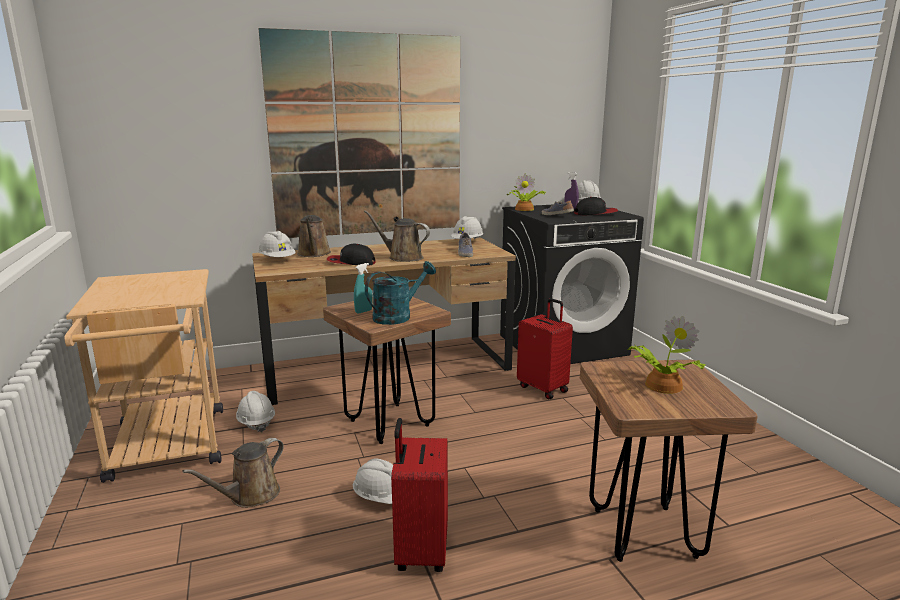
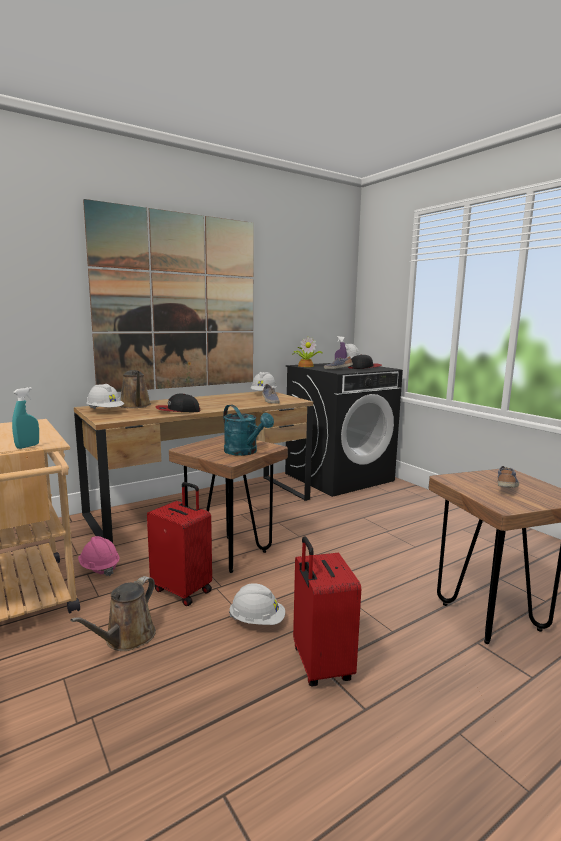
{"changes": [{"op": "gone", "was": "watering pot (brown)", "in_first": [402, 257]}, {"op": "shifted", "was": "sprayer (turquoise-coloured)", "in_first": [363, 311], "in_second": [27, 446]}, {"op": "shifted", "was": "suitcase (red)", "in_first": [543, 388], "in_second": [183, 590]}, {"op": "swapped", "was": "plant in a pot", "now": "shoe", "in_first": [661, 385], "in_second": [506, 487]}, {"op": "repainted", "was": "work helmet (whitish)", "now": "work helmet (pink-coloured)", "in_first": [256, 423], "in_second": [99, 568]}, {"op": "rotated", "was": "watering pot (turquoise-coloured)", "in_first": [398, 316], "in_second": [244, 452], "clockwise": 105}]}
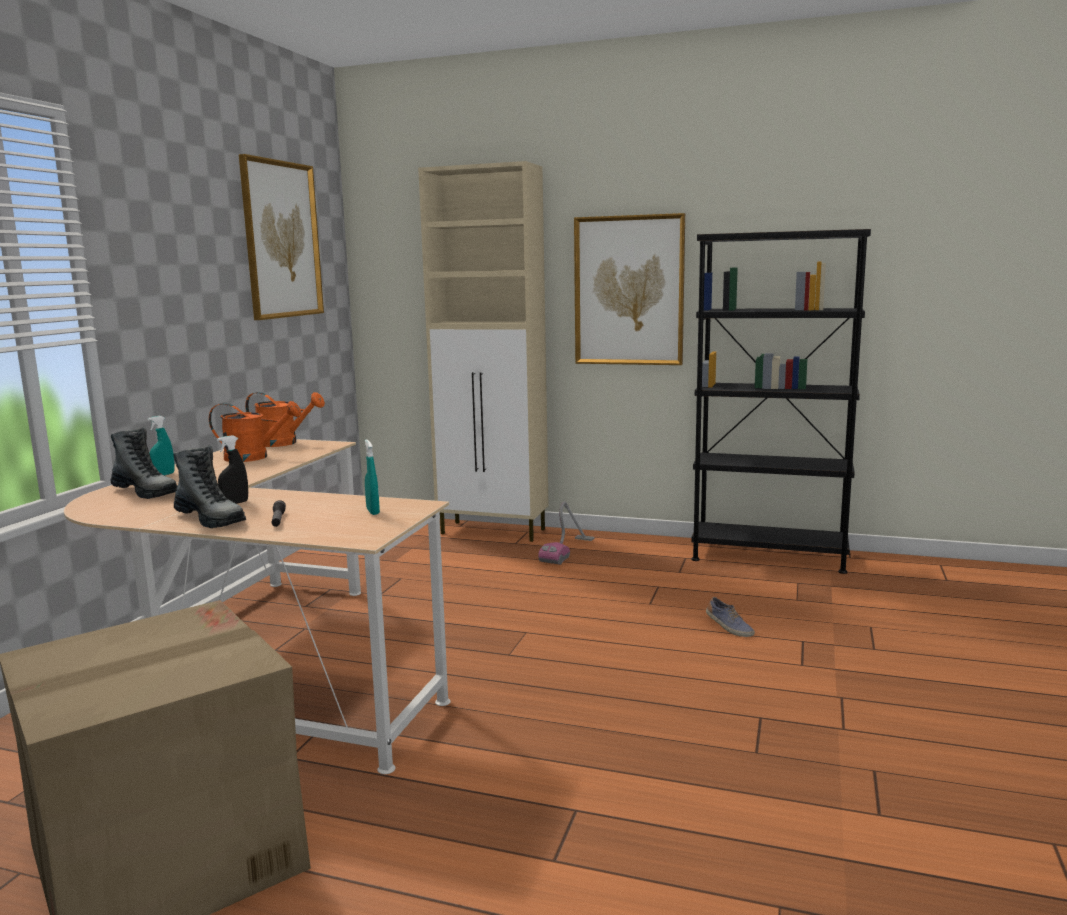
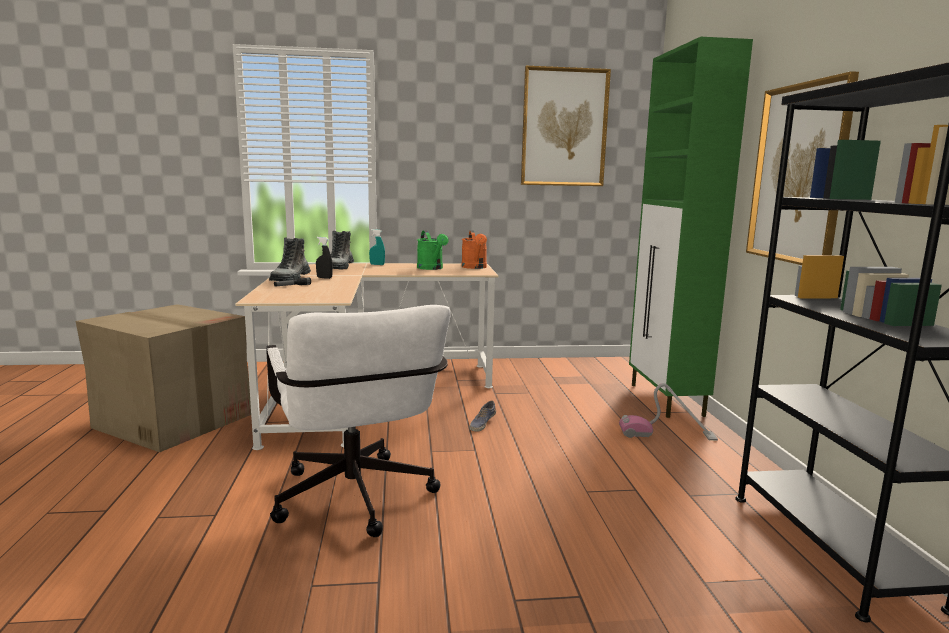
{"changes": [{"op": "gone", "was": "sprayer (turquoise-coloured)", "in_first": [373, 511]}, {"op": "new", "now": "office chair (whitish)", "in_second": [357, 503]}, {"op": "shifted", "was": "shoe", "in_first": [728, 628], "in_second": [482, 424]}, {"op": "repainted", "was": "watering pot (orange)", "now": "watering pot (green-coloured)", "in_first": [254, 457], "in_second": [432, 268]}, {"op": "repainted", "was": "storage cabinet (beige)", "now": "storage cabinet (green-coloured)", "in_first": [494, 531], "in_second": [666, 400]}]}
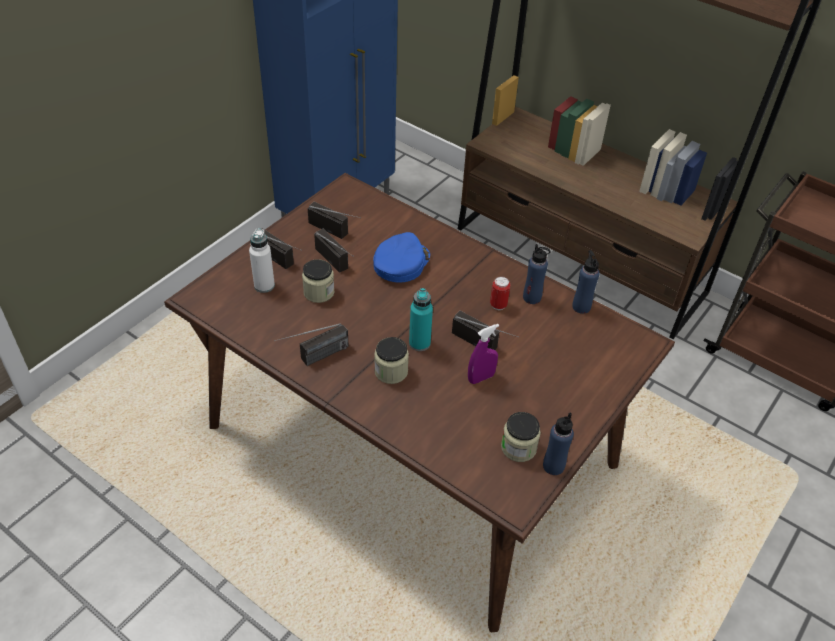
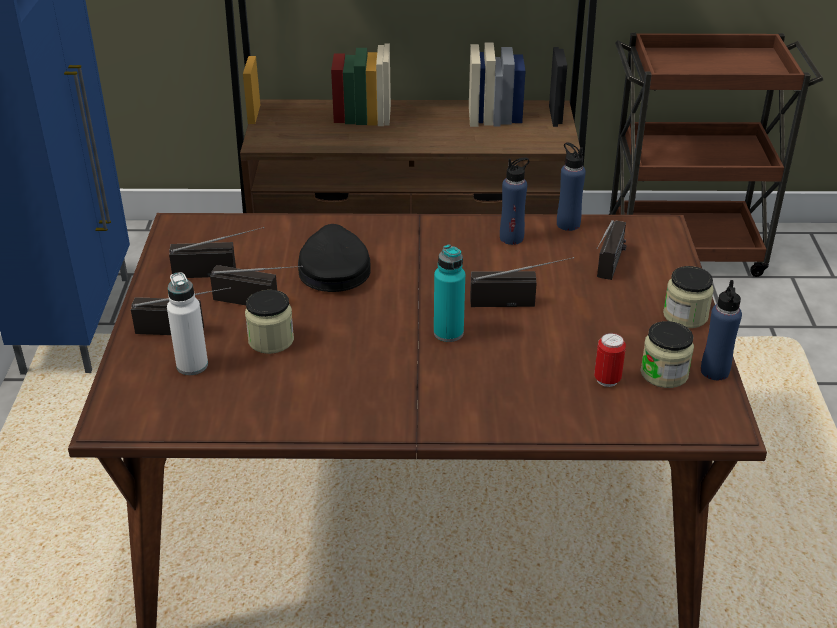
{"changes": [{"op": "gone", "was": "sprayer (purple-coloured)", "in_first": [481, 378]}, {"op": "shifted", "was": "radio", "in_first": [314, 359], "in_second": [608, 271]}, {"op": "shifted", "was": "preserve jar", "in_first": [391, 371], "in_second": [685, 316]}, {"op": "shifted", "was": "sealed can", "in_first": [498, 305], "in_second": [607, 380]}, {"op": "repainted", "was": "cap (blue)", "now": "cap (blackish)", "in_first": [401, 262], "in_second": [333, 269]}]}
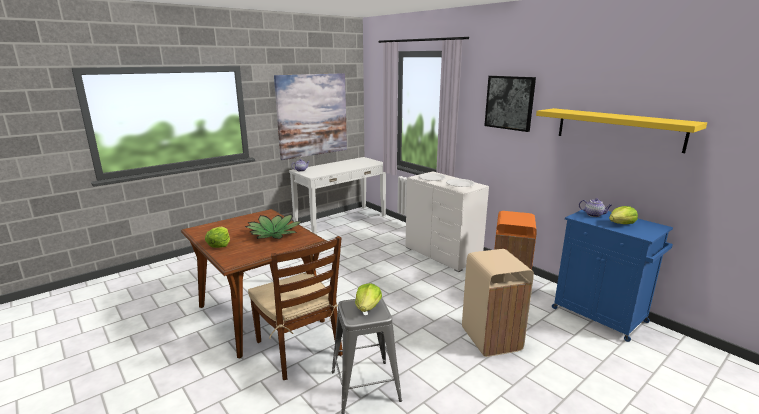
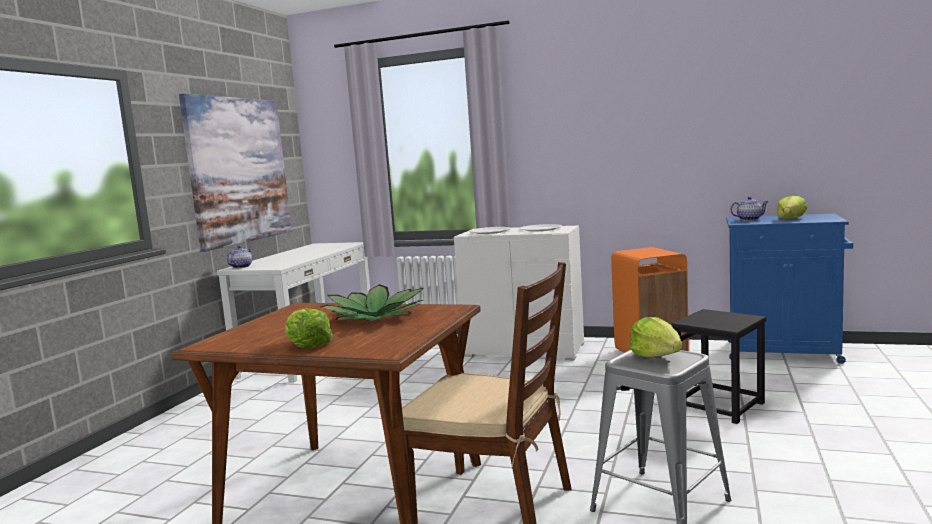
{"changes": [{"op": "gone", "was": "picture", "in_first": [509, 102]}, {"op": "gone", "was": "wall shelf (yellow)", "in_first": [618, 129]}, {"op": "swapped", "was": "waste bin (beige)", "now": "stool seat (blackish)", "in_first": [491, 339], "in_second": [720, 406]}]}
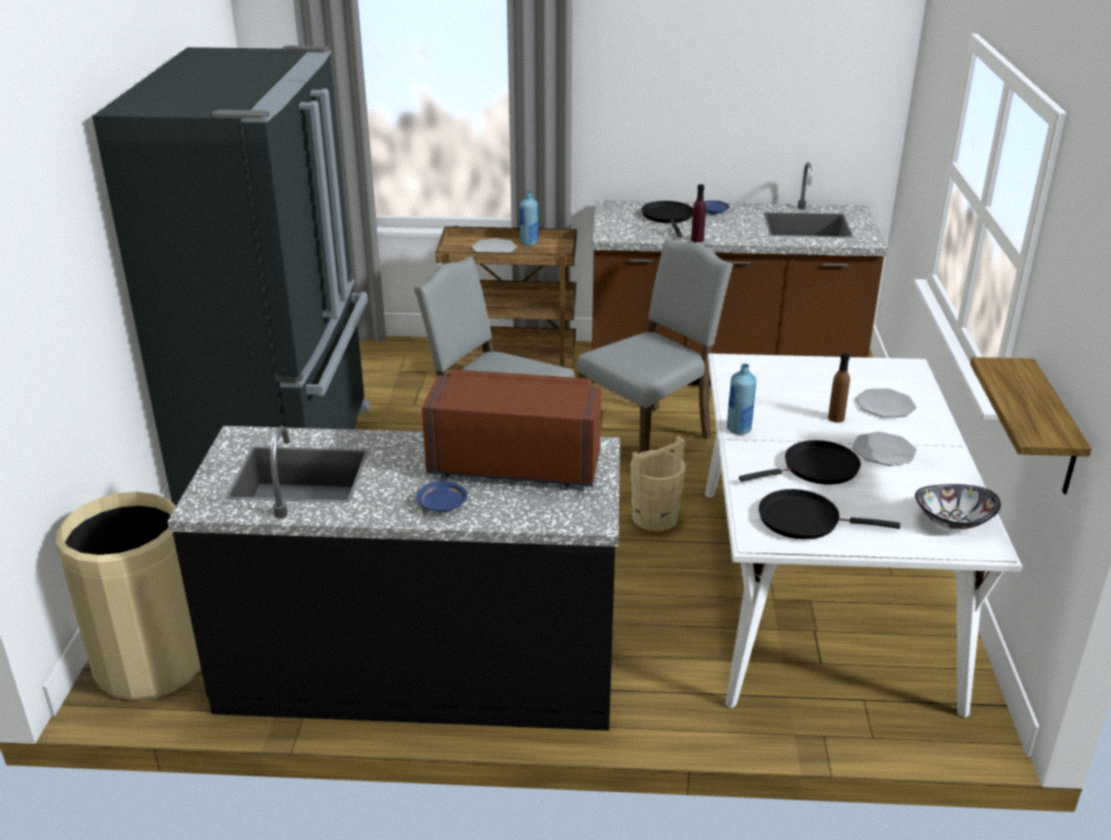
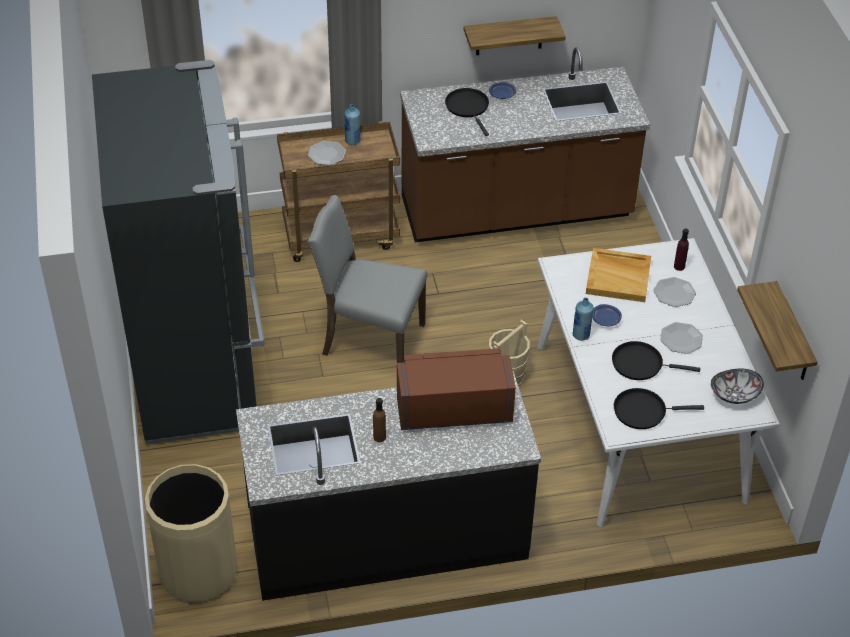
{"changes": [{"op": "gone", "was": "plain chair (gray)", "in_first": [649, 438]}, {"op": "new", "now": "wall shelf", "in_second": [509, 36]}, {"op": "new", "now": "tray (beige)", "in_second": [619, 277]}, {"op": "shifted", "was": "plate (blue)", "in_first": [442, 504], "in_second": [606, 319]}, {"op": "shifted", "was": "beverage bottle (purple-coloured)", "in_first": [697, 240], "in_second": [679, 266]}, {"op": "shifted", "was": "beverage bottle (brown)", "in_first": [836, 418], "in_second": [379, 437]}, {"op": "rotated", "was": "skillet (blackish)", "in_first": [816, 468], "in_second": [640, 364], "clockwise": -135}]}
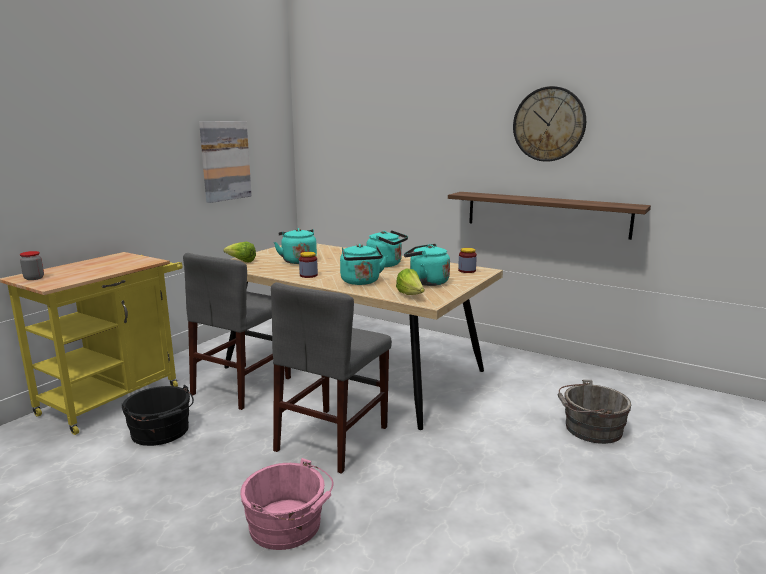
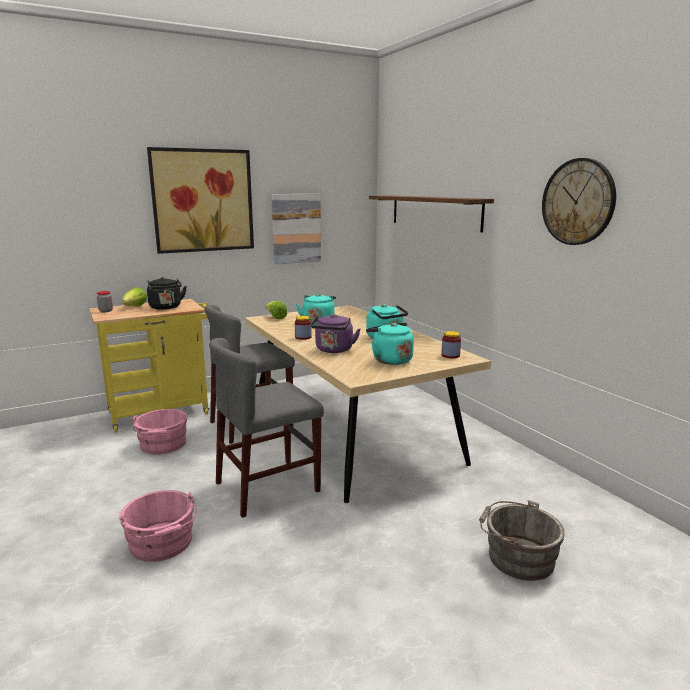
{"changes": [{"op": "new", "now": "picture", "in_second": [203, 200]}, {"op": "new", "now": "water kettle (blackish)", "in_second": [166, 308]}, {"op": "shifted", "was": "head of lettuce", "in_first": [411, 295], "in_second": [134, 307]}, {"op": "shifted", "was": "wall shelf", "in_first": [546, 214], "in_second": [434, 212]}, {"op": "repainted", "was": "water bucket (blackish)", "now": "water bucket (pink-coloured)", "in_first": [161, 432], "in_second": [163, 445]}, {"op": "repainted", "was": "water kettle (turquoise-coloured)", "now": "water kettle (purple-coloured)", "in_first": [361, 282], "in_second": [333, 350]}]}
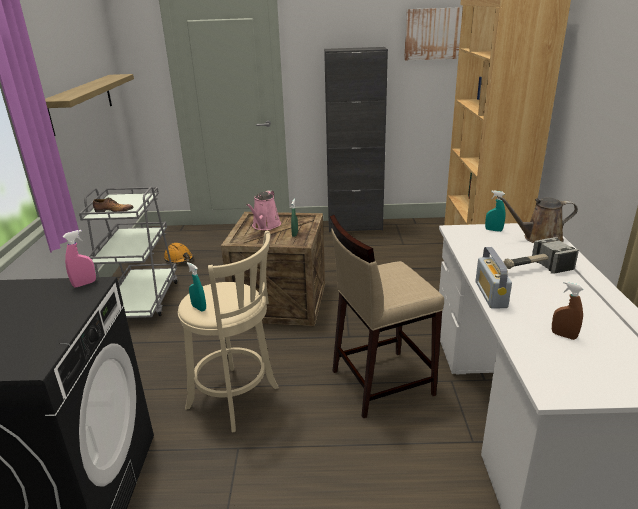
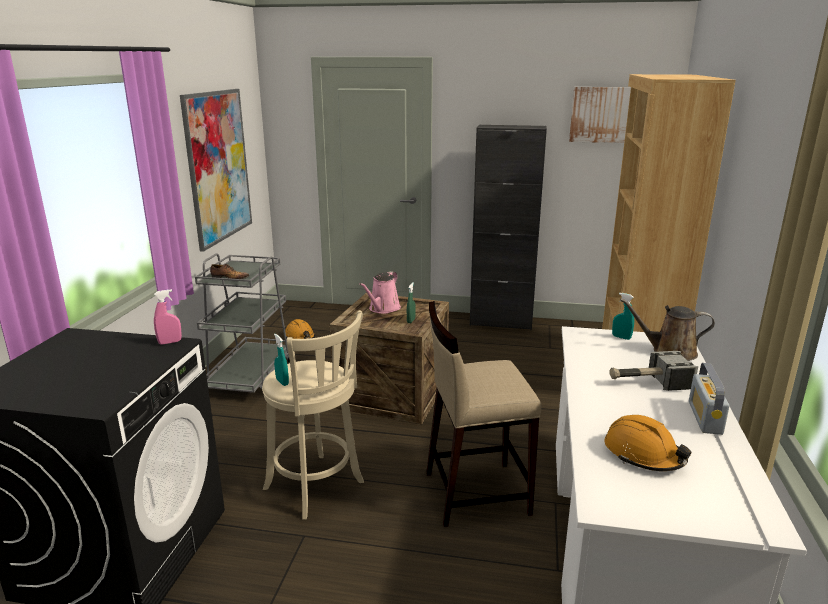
{"changes": [{"op": "shifted", "was": "radio", "in_first": [491, 294], "in_second": [705, 418]}, {"op": "swapped", "was": "wall shelf", "now": "picture", "in_first": [81, 102], "in_second": [218, 166]}, {"op": "swapped", "was": "sprayer (brown)", "now": "work helmet (orange)", "in_first": [563, 335], "in_second": [643, 455]}]}
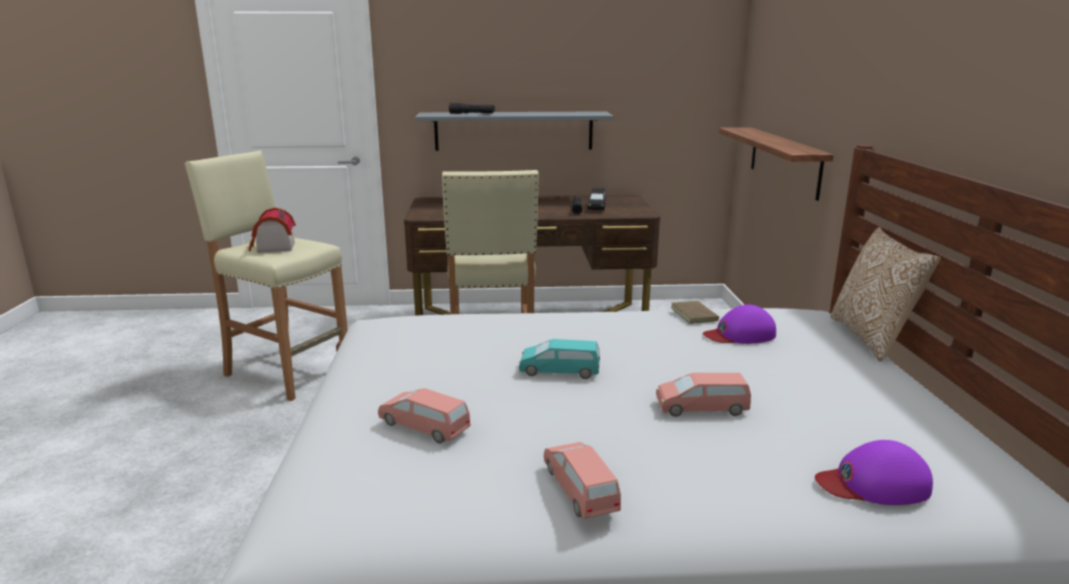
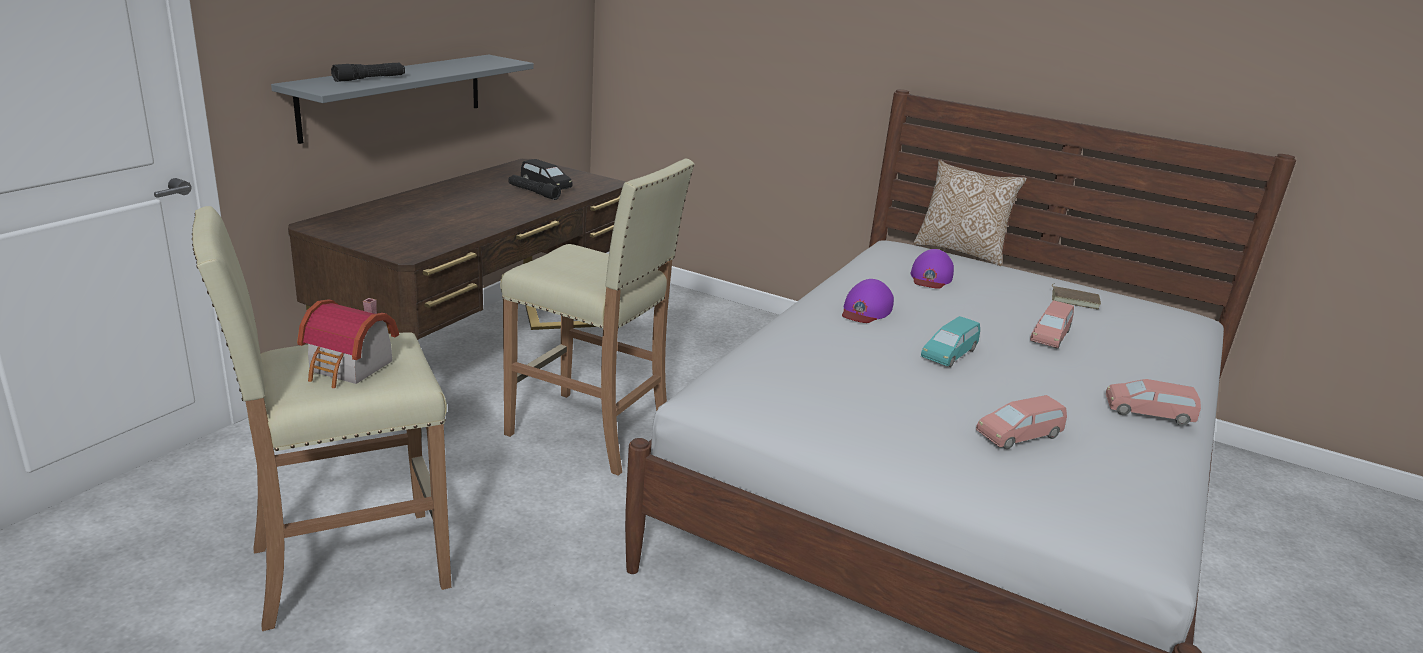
{"changes": [{"op": "gone", "was": "wall shelf", "in_first": [784, 161]}, {"op": "shifted", "was": "volume (brown)", "in_first": [695, 315], "in_second": [1075, 300]}, {"op": "shifted", "was": "cap (purple-coloured)", "in_first": [873, 484], "in_second": [865, 310]}]}
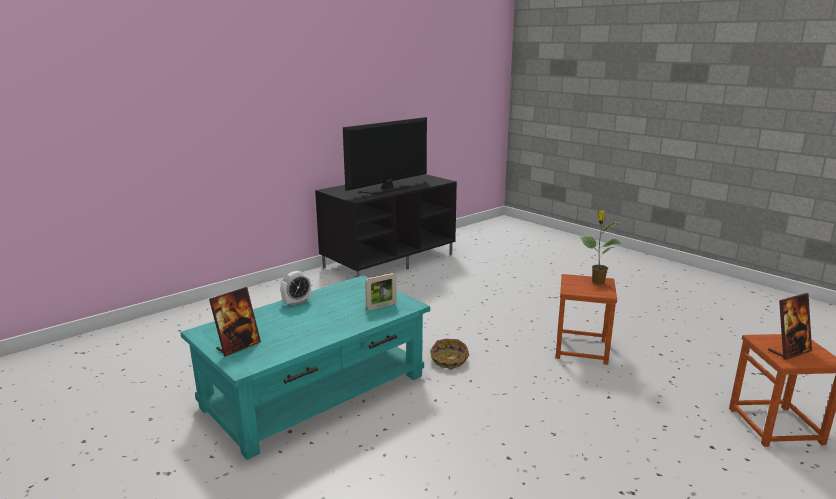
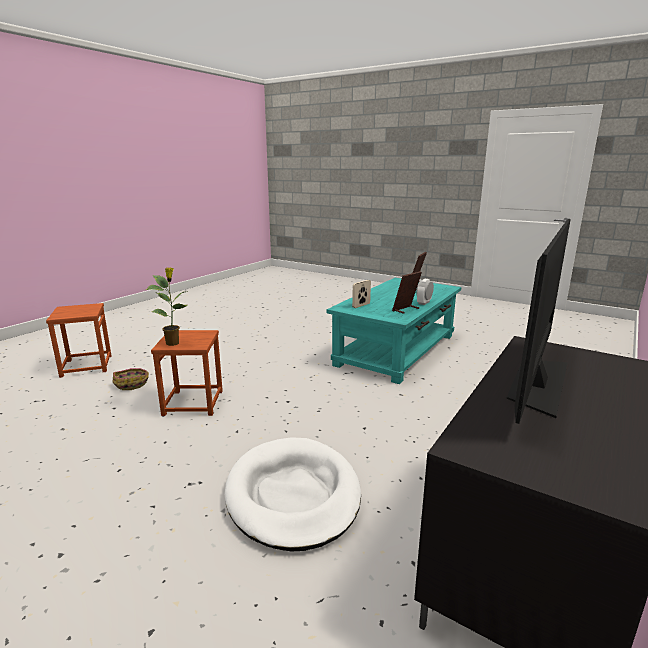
{"changes": [{"op": "new", "now": "pet bed (whitish)", "in_second": [293, 495]}, {"op": "shifted", "was": "basket", "in_first": [449, 361], "in_second": [132, 383]}, {"op": "shifted", "was": "photo frame", "in_first": [789, 351], "in_second": [406, 309]}]}
